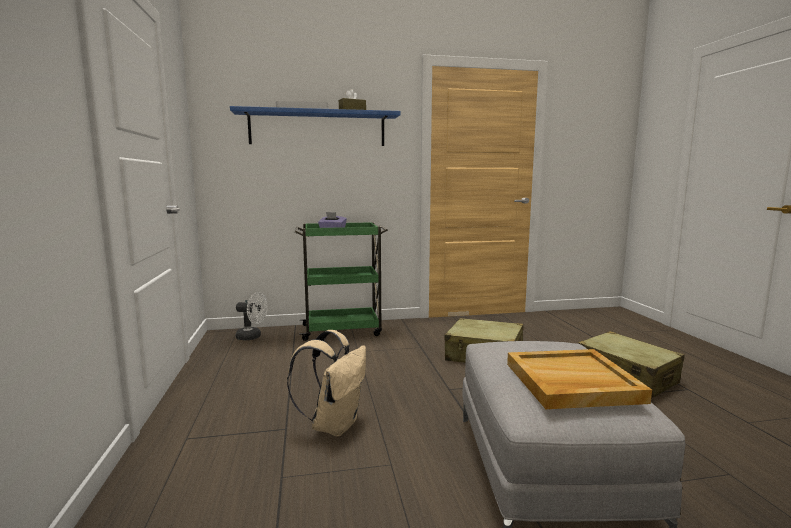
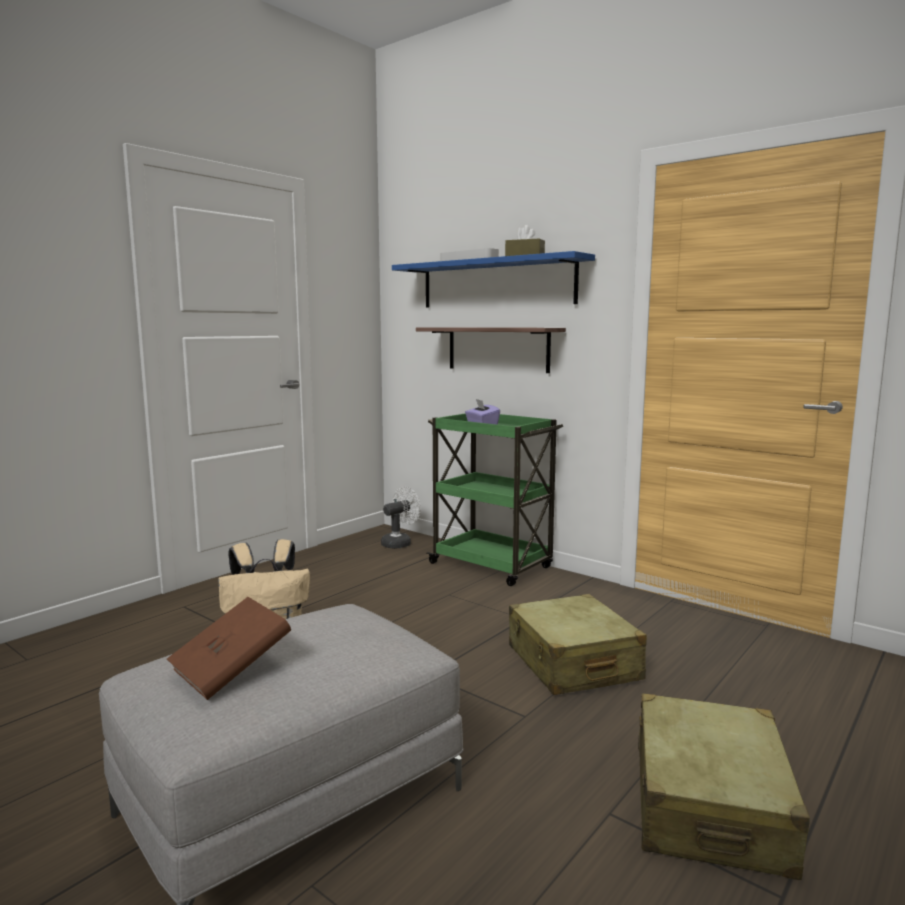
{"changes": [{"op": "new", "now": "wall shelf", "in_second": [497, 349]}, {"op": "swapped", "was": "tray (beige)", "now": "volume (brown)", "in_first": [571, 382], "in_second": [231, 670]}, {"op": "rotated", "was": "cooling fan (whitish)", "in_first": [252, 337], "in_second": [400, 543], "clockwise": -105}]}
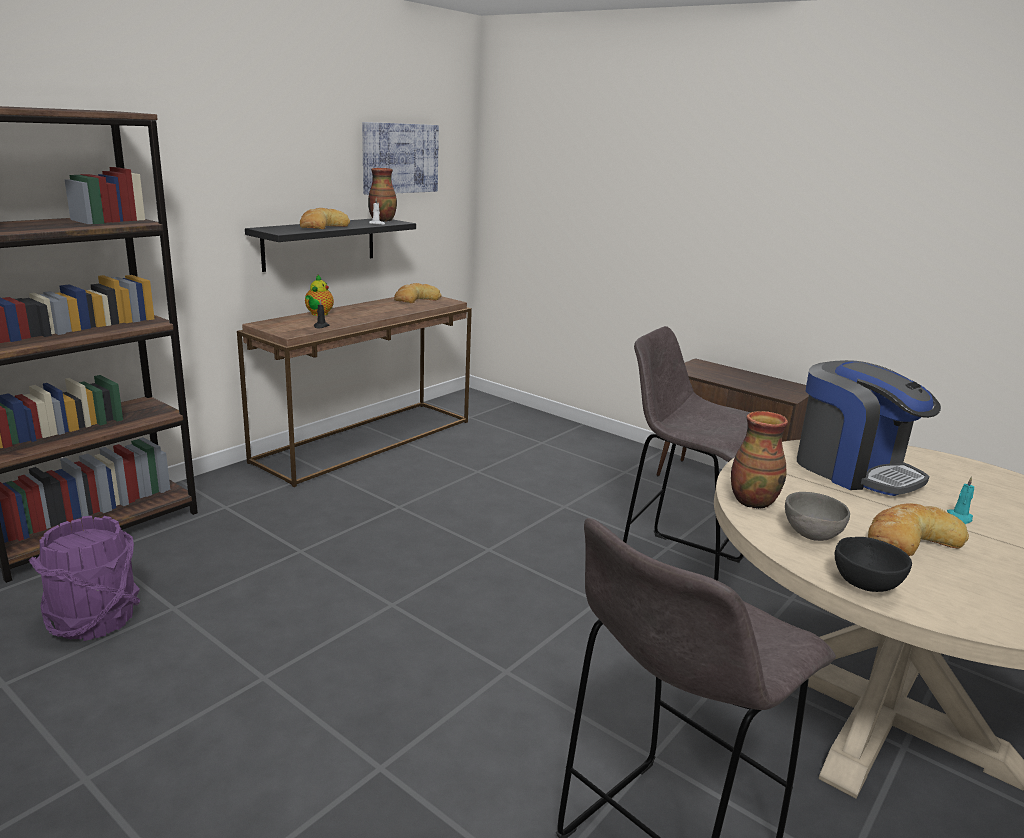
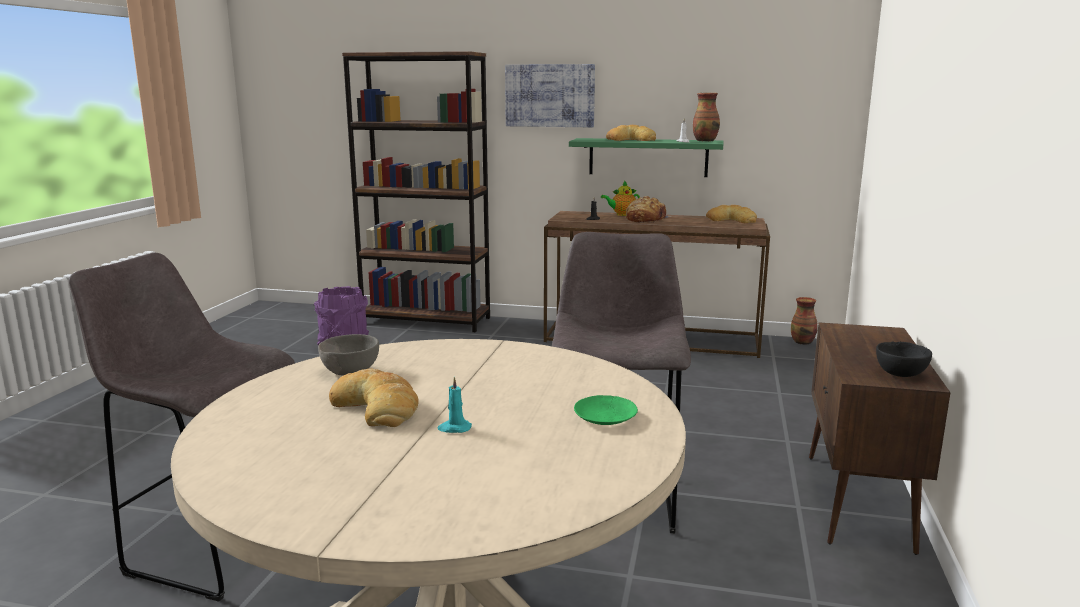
{"changes": [{"op": "gone", "was": "coffee machine", "in_first": [853, 470]}, {"op": "new", "now": "plate (green-coloured)", "in_second": [606, 417]}, {"op": "new", "now": "bread", "in_second": [645, 219]}, {"op": "shifted", "was": "picture", "in_first": [400, 158], "in_second": [550, 95]}, {"op": "shifted", "was": "decorative vase", "in_first": [752, 501], "in_second": [803, 342]}, {"op": "shifted", "was": "serving bowl (blackish)", "in_first": [865, 584], "in_second": [901, 374]}, {"op": "repainted", "was": "wall shelf (blackish)", "now": "wall shelf (green-coloured)", "in_first": [319, 243], "in_second": [648, 157]}]}
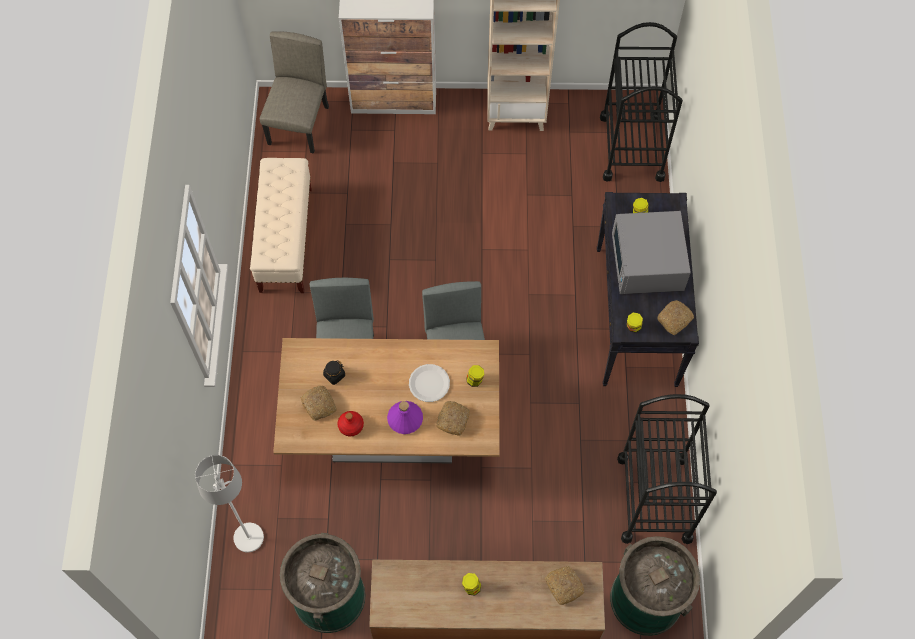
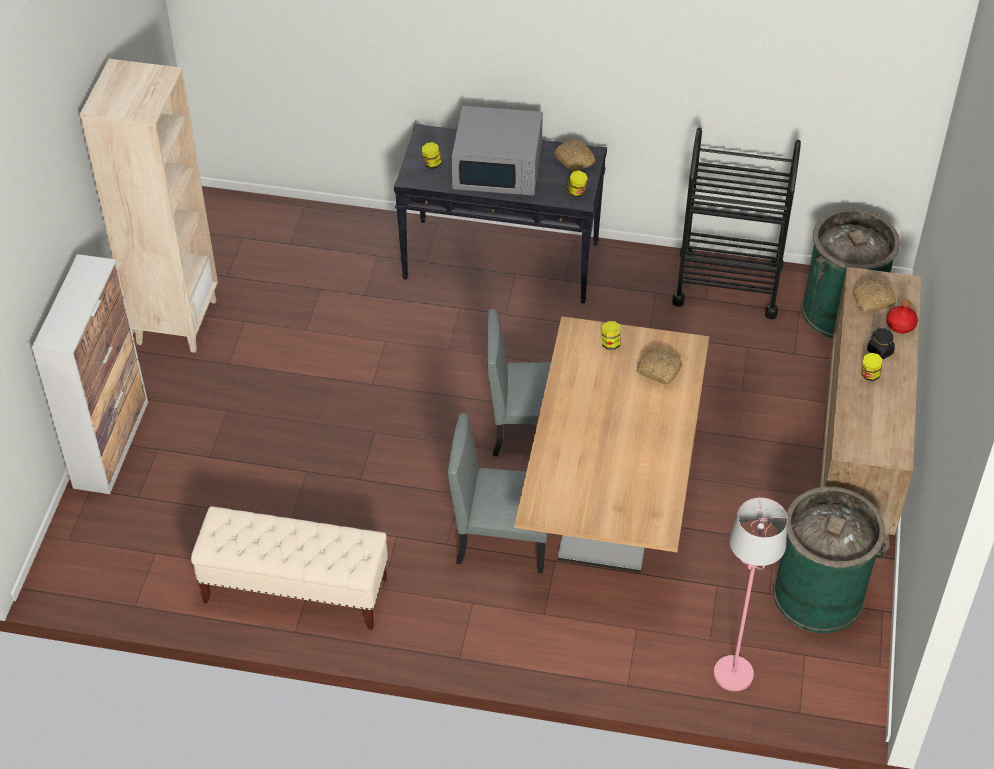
{"changes": [{"op": "gone", "was": "plain chair (beige)", "in_first": [299, 125]}, {"op": "gone", "was": "bread", "in_first": [319, 405]}, {"op": "gone", "was": "beverage bottle (purple-coloured)", "in_first": [405, 418]}, {"op": "gone", "was": "plate (whitish)", "in_first": [429, 383]}, {"op": "gone", "was": "cart (blackish)", "in_first": [632, 147]}, {"op": "shifted", "was": "preserve jar (blackish)", "in_first": [334, 375], "in_second": [880, 352]}, {"op": "shifted", "was": "beverage bottle (red)", "in_first": [351, 425], "in_second": [900, 325]}, {"op": "repainted", "was": "floor lamp (whitish)", "now": "floor lamp (pink-coloured)", "in_first": [248, 537], "in_second": [733, 674]}]}
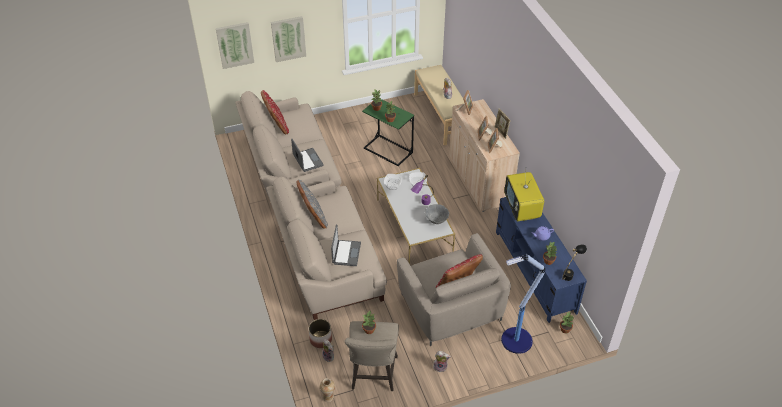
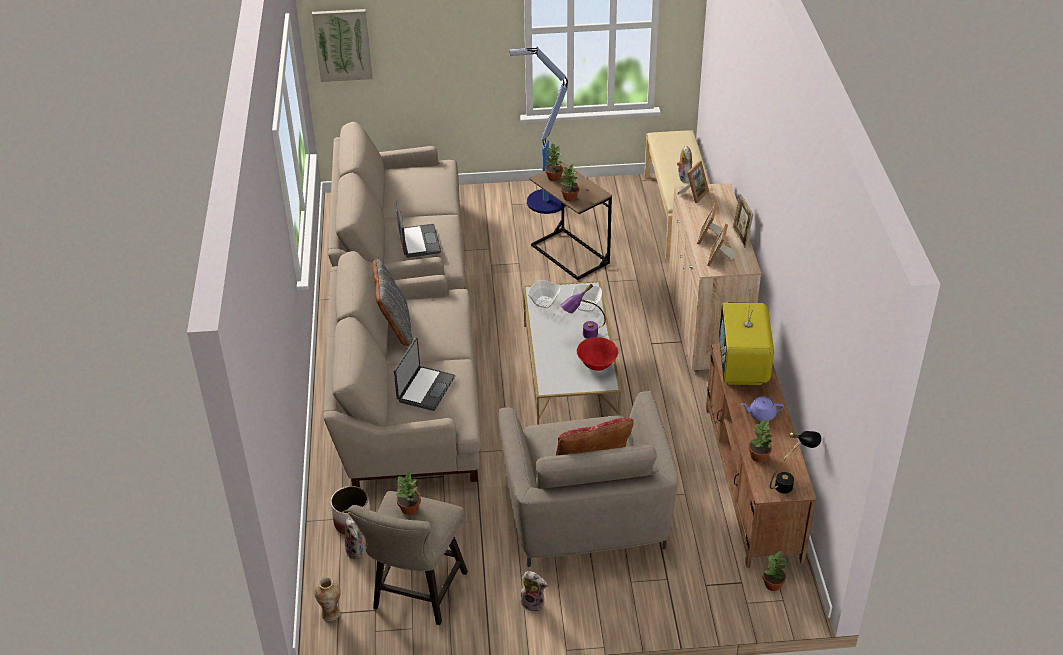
{"changes": [{"op": "gone", "was": "pillow (red)", "in_first": [276, 125]}, {"op": "gone", "was": "picture", "in_first": [288, 38]}, {"op": "shifted", "was": "floor lamp", "in_first": [515, 341], "in_second": [544, 202]}, {"op": "repainted", "was": "side table (green-coloured)", "now": "side table (brown)", "in_first": [388, 150], "in_second": [570, 254]}, {"op": "repainted", "was": "serving bowl (gray)", "now": "serving bowl (red)", "in_first": [436, 220], "in_second": [597, 365]}, {"op": "repainted", "was": "tv stand (blue)", "now": "tv stand (brown)", "in_first": [535, 271], "in_second": [752, 481]}]}
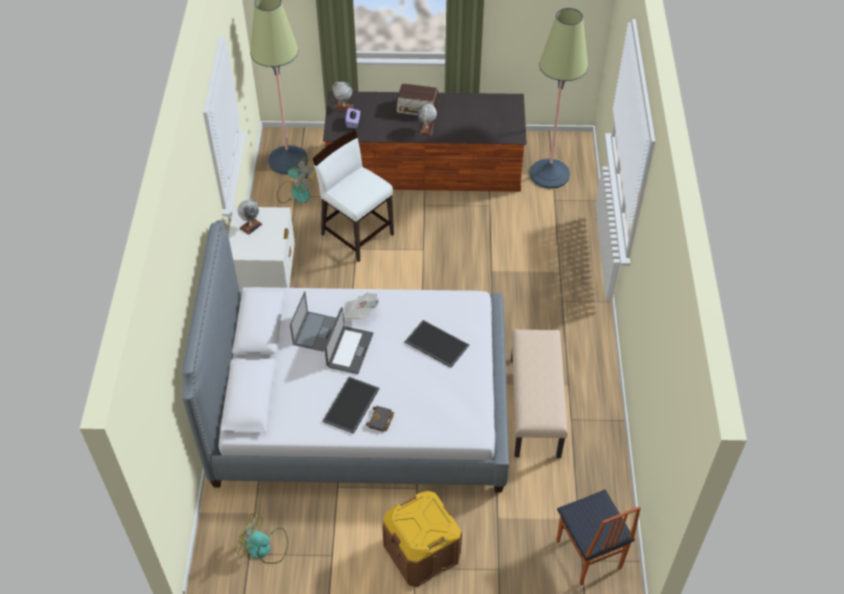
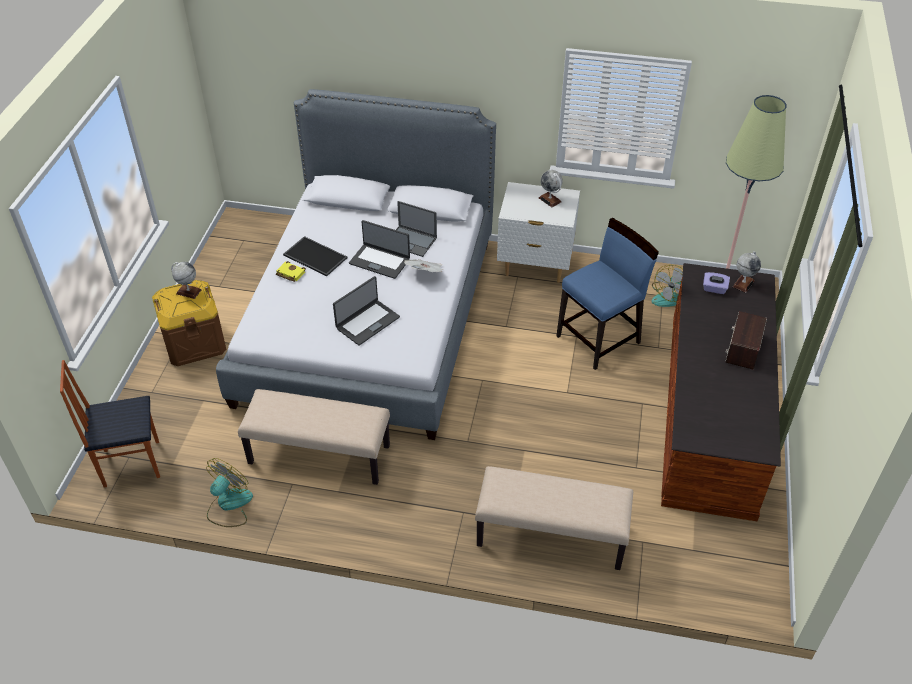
{"changes": [{"op": "gone", "was": "floor lamp", "in_first": [549, 174]}, {"op": "new", "now": "indoor bench (beige)", "in_second": [550, 536]}, {"op": "shifted", "was": "cooling fan", "in_first": [264, 547], "in_second": [229, 505]}, {"op": "shifted", "was": "desk globe", "in_first": [427, 129], "in_second": [188, 292]}, {"op": "swapped", "was": "tray", "now": "notebook computer", "in_first": [435, 344], "in_second": [367, 322]}, {"op": "repainted", "was": "plain chair (whitish)", "now": "plain chair (blue)", "in_first": [357, 233], "in_second": [599, 339]}, {"op": "repainted", "was": "volume (blackish)", "now": "volume (yellow)", "in_first": [381, 421], "in_second": [289, 273]}]}
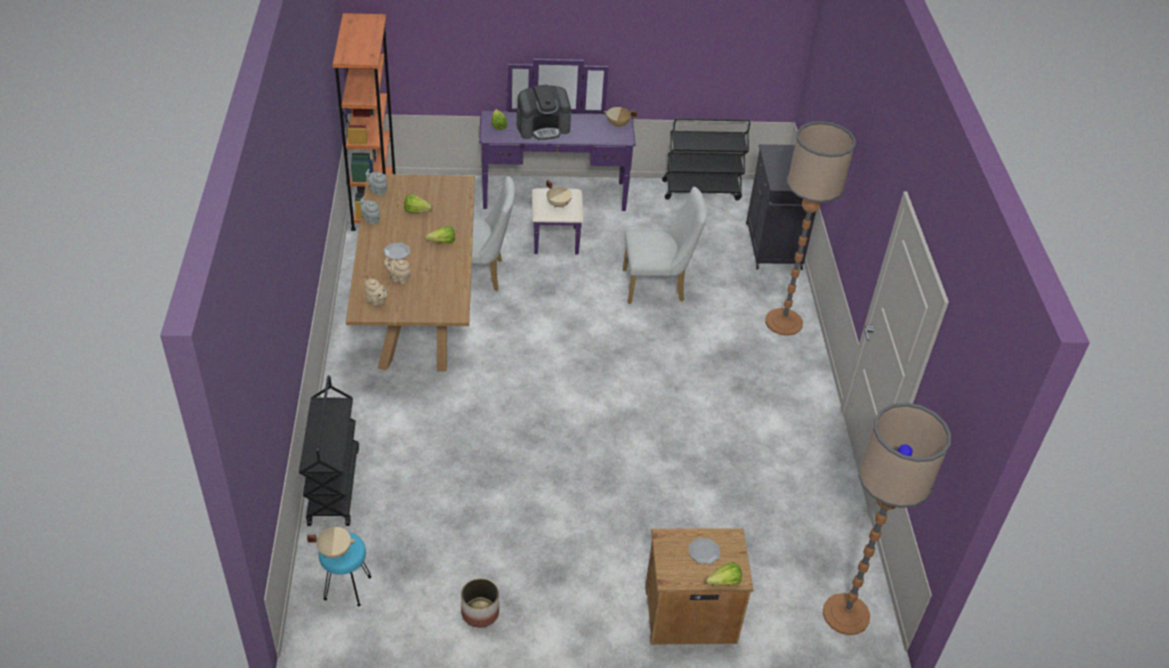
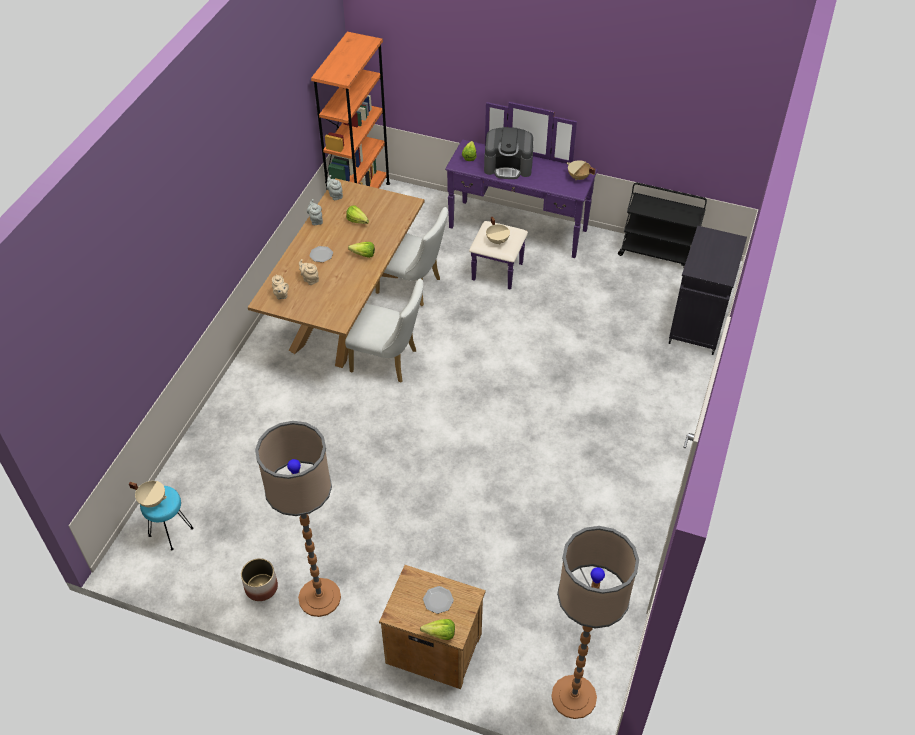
{"changes": [{"op": "gone", "was": "cart (blackish)", "in_first": [333, 485]}, {"op": "shifted", "was": "plain chair (whitish)", "in_first": [658, 286], "in_second": [389, 361]}, {"op": "shifted", "was": "floor lamp", "in_first": [784, 322], "in_second": [320, 597]}]}
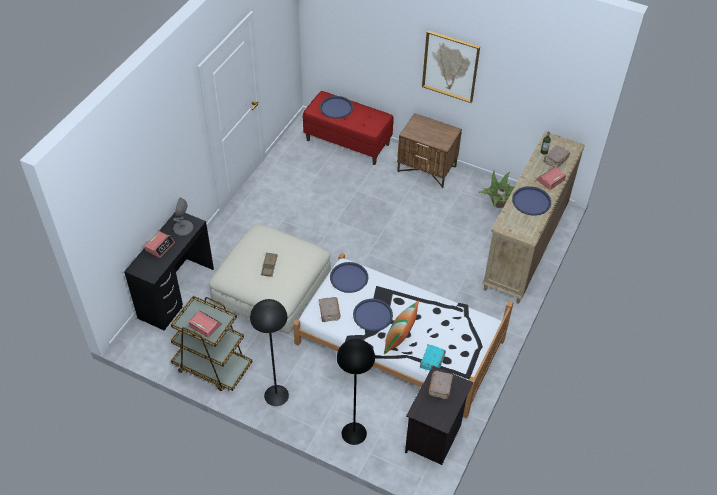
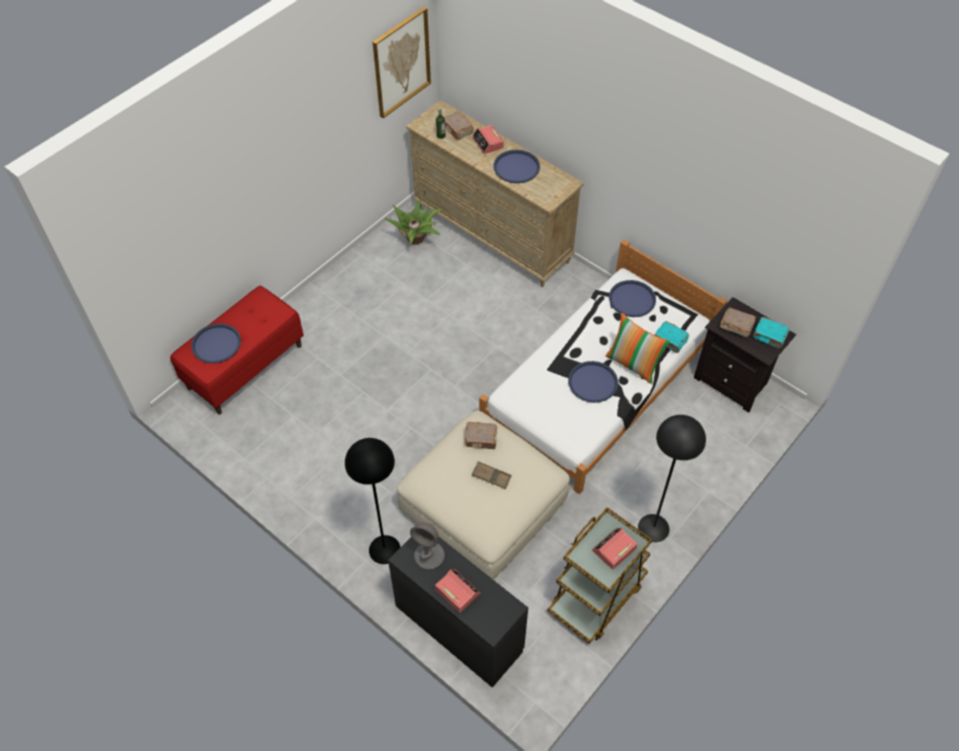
{"changes": [{"op": "gone", "was": "nightstand (brown)", "in_first": [427, 169]}, {"op": "new", "now": "volume (turquoise-coloured)", "in_second": [770, 337]}, {"op": "shifted", "was": "volume (brown)", "in_first": [329, 312], "in_second": [481, 439]}, {"op": "shifted", "was": "tray (blue)", "in_first": [349, 278], "in_second": [632, 299]}, {"op": "shifted", "was": "floor lamp (blackish)", "in_first": [353, 433], "in_second": [384, 550]}, {"op": "shifted", "was": "picture", "in_first": [450, 66], "in_second": [401, 62]}]}
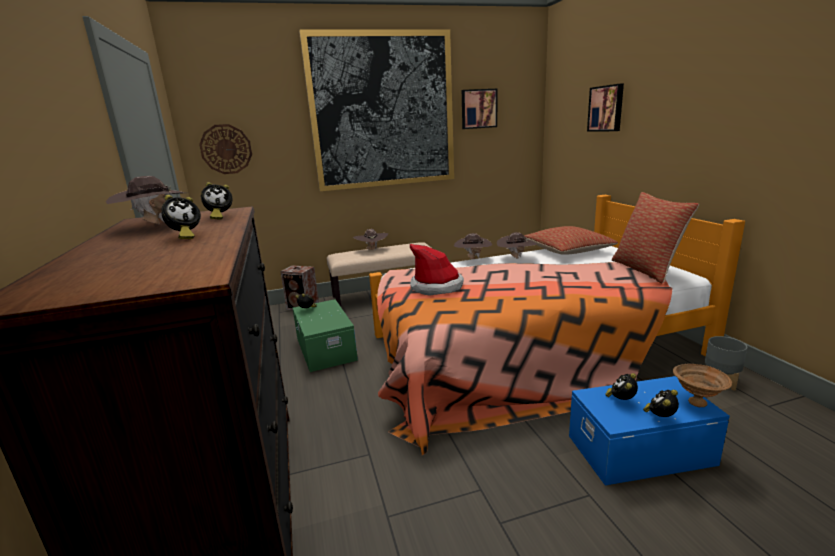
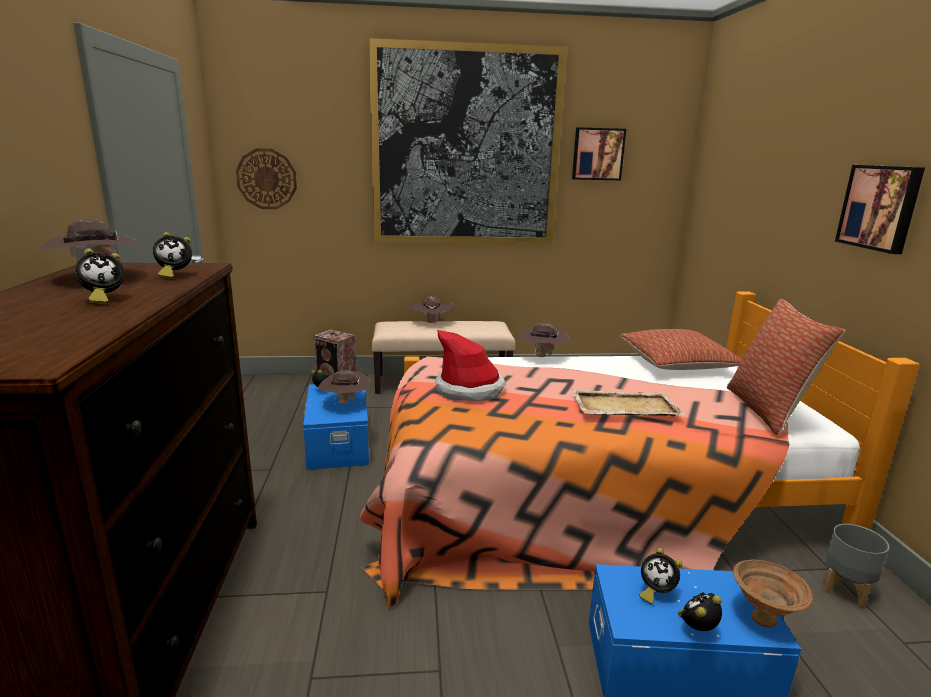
{"changes": [{"op": "new", "now": "tray (beige)", "in_second": [623, 407]}, {"op": "shifted", "was": "hat (brown)", "in_first": [516, 258], "in_second": [345, 403]}, {"op": "shifted", "was": "picture", "in_first": [606, 108], "in_second": [880, 207]}, {"op": "repainted", "was": "storage bin (green-coloured)", "now": "storage bin (blue)", "in_first": [324, 349], "in_second": [337, 443]}, {"op": "rotated", "was": "alarm clock", "in_first": [621, 400], "in_second": [655, 592], "clockwise": -105}]}
